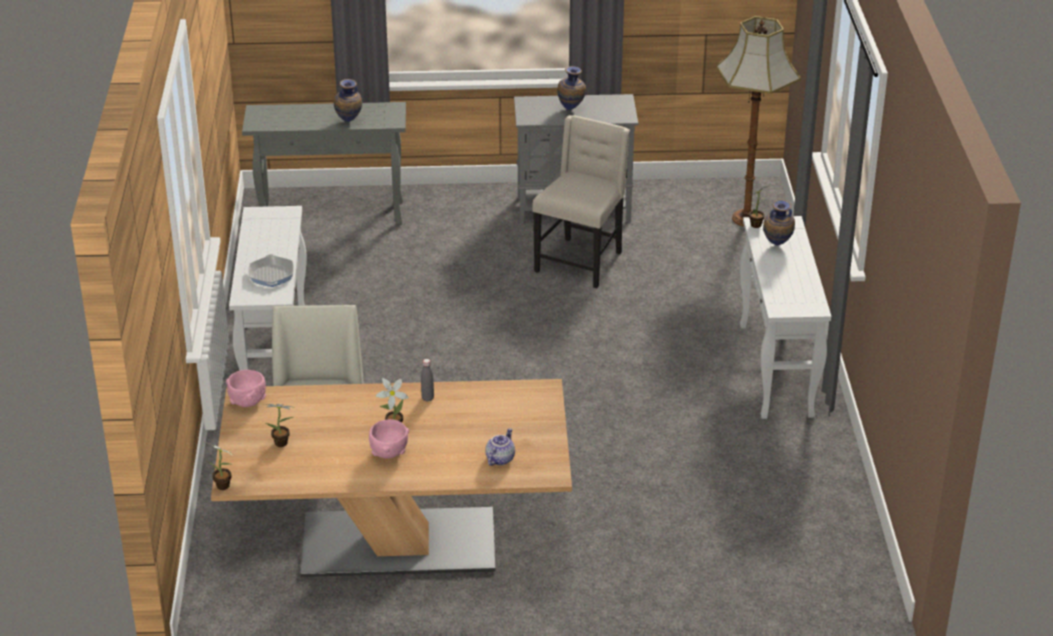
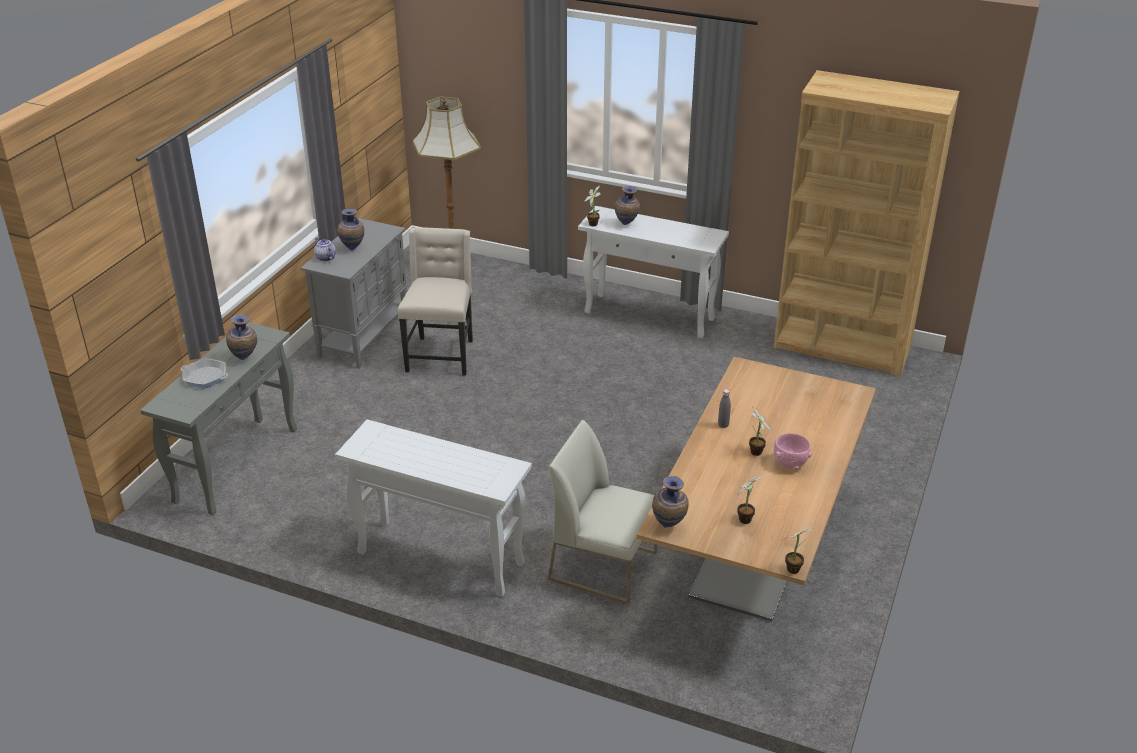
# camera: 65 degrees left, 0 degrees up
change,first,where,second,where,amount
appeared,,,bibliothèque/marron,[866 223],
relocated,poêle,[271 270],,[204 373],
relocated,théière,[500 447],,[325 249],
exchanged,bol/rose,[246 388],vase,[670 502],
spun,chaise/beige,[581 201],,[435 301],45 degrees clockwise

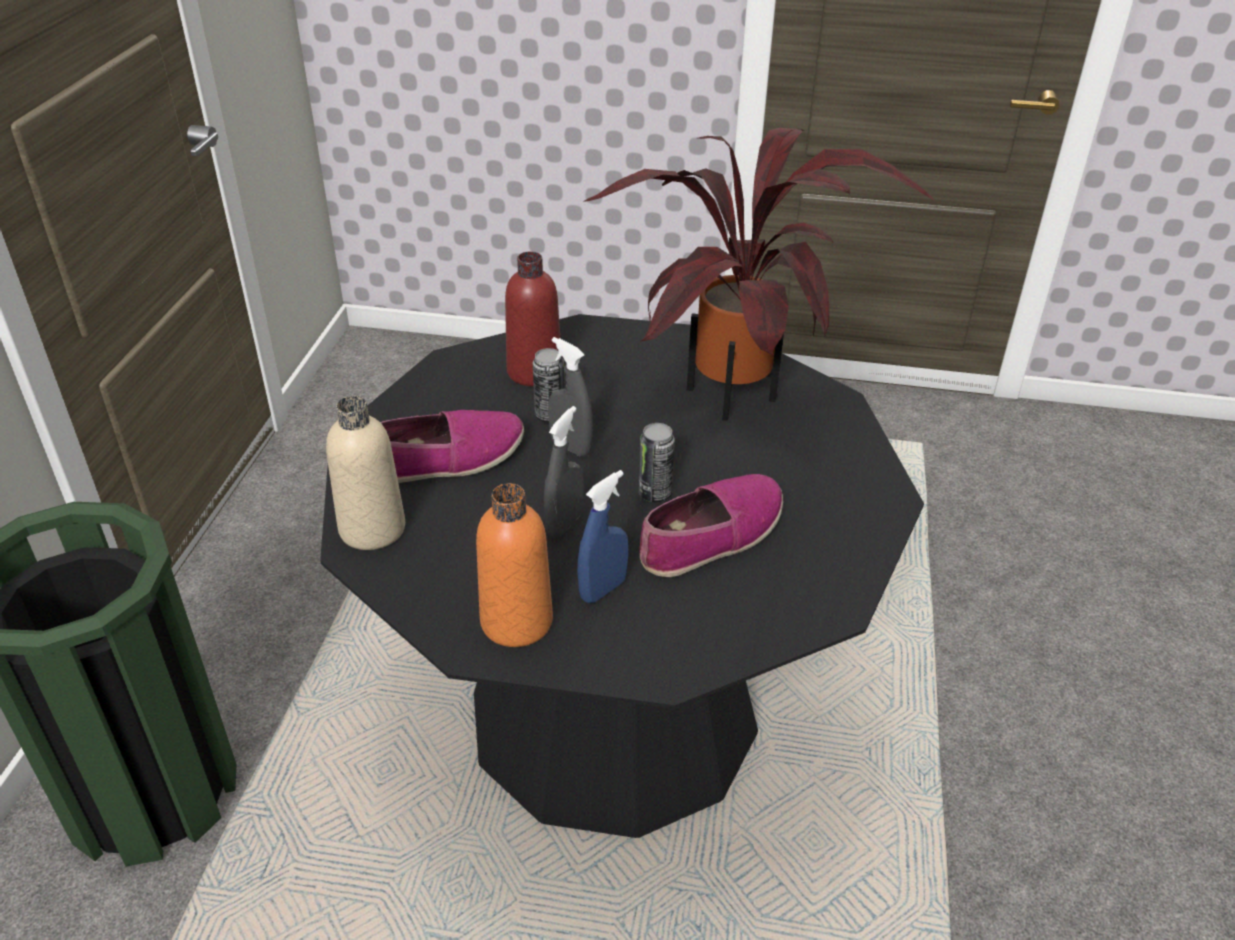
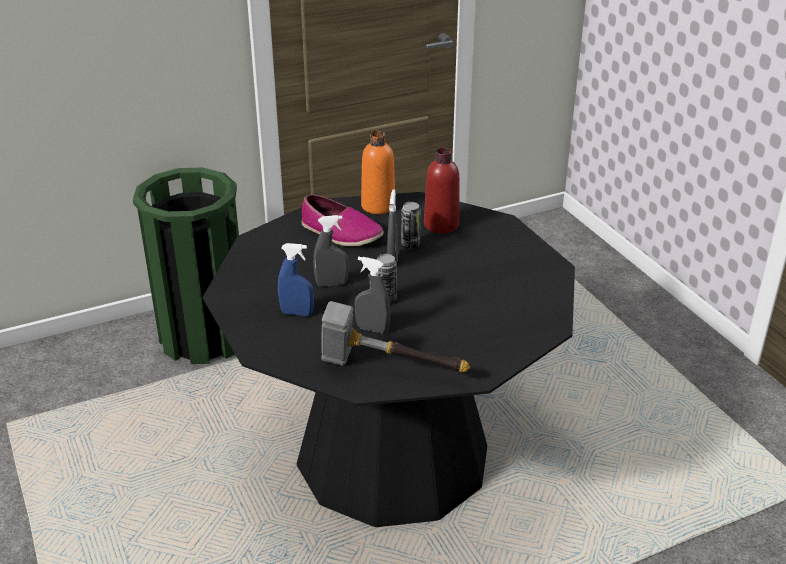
# camera: 55 degrees right, 5 degrees down
change,first,where,second,where,amount
missing,bouteille/beige,[365 473],,,
missing,plante en pot,[759 274],,,
appeared,,,marteau,[395 336],
relocated,bouteille/orange,[514 565],,[378 172],
exchanged,chaussure,[711 525],vaporisateur/gris,[372 295],

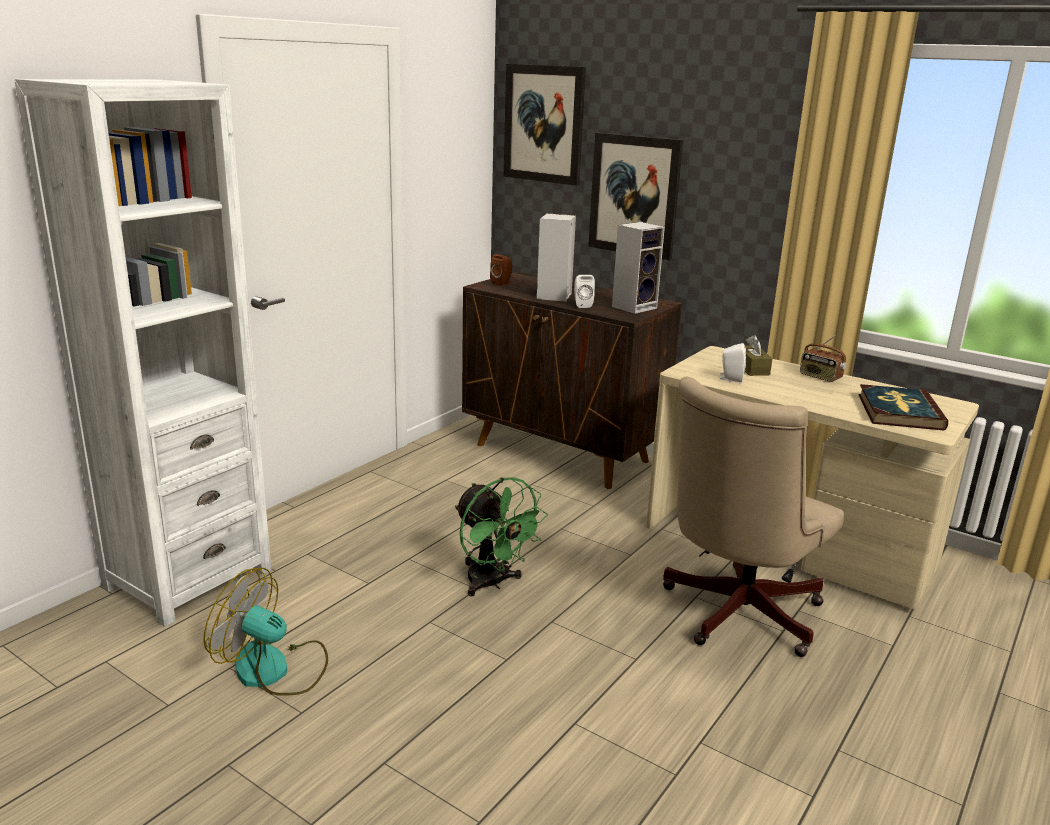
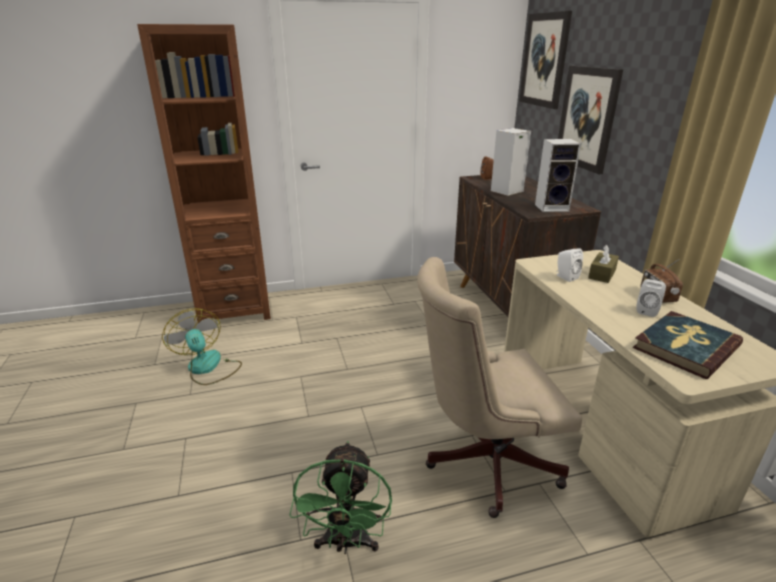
# camera: 40 degrees right, 5 degrees up
change,first,where,second,where,amount
relocated,ventilateur/vert,[501 537],,[340 497],
relocated,enceinte/blanc,[584 291],,[651 298],
colour,bibliothèque/blanc,[142 353],bibliothèque/marron,[204 173],

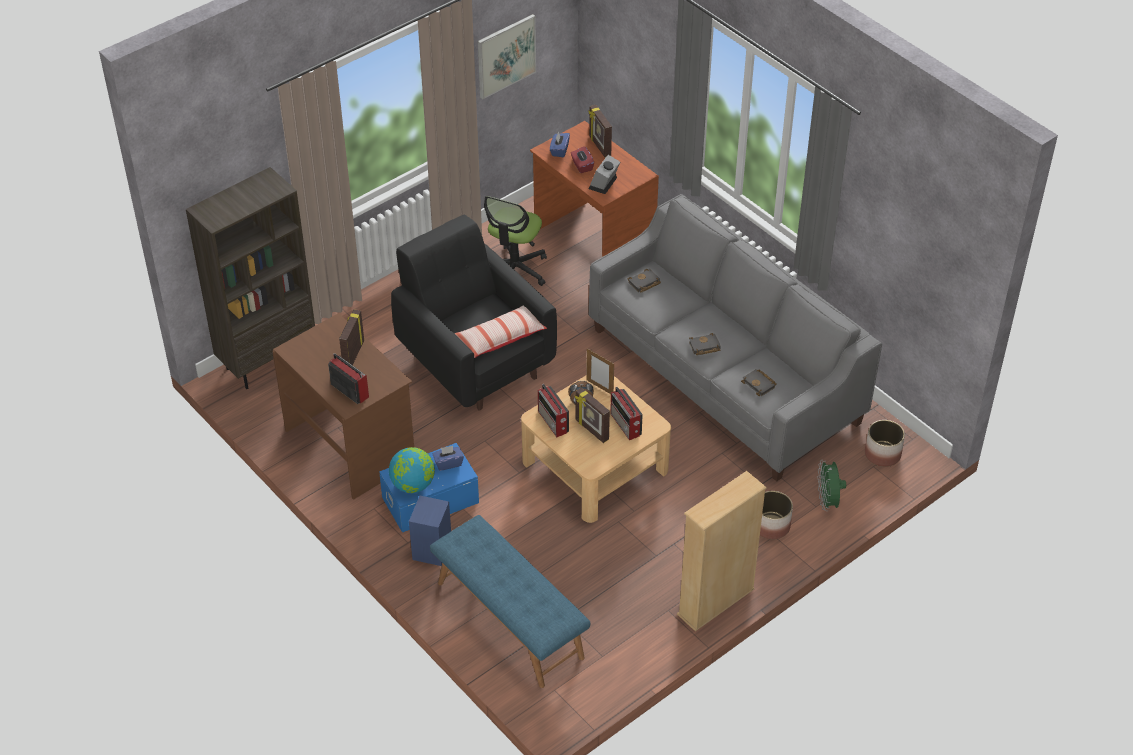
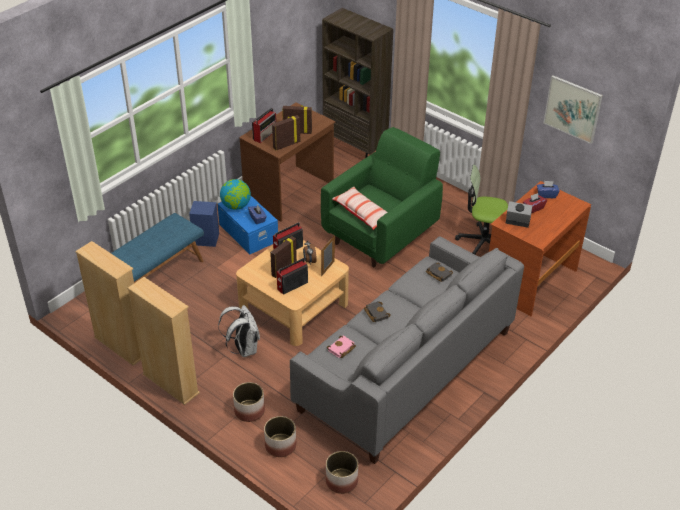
# camera: 80 degrees right, 5 degrees down
change,first,where,second,where,amount
appeared,,,bibliothèque/beige,[108 303],
appeared,,,sac à dos/blanc,[239 331],
relocated,cadre photo,[600 131],,[286 132],
exchanged,ventilateur/vert,[831 485],cache-pot,[280 436],
colour,fauteuil/noir,[474 312],fauteuil/vert,[382 197],
colour,livre/noir,[759 382],livre/rose,[341 346],

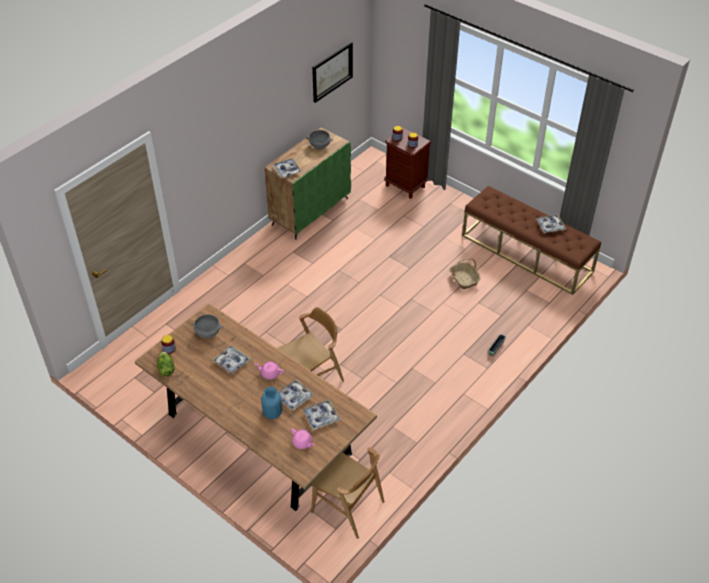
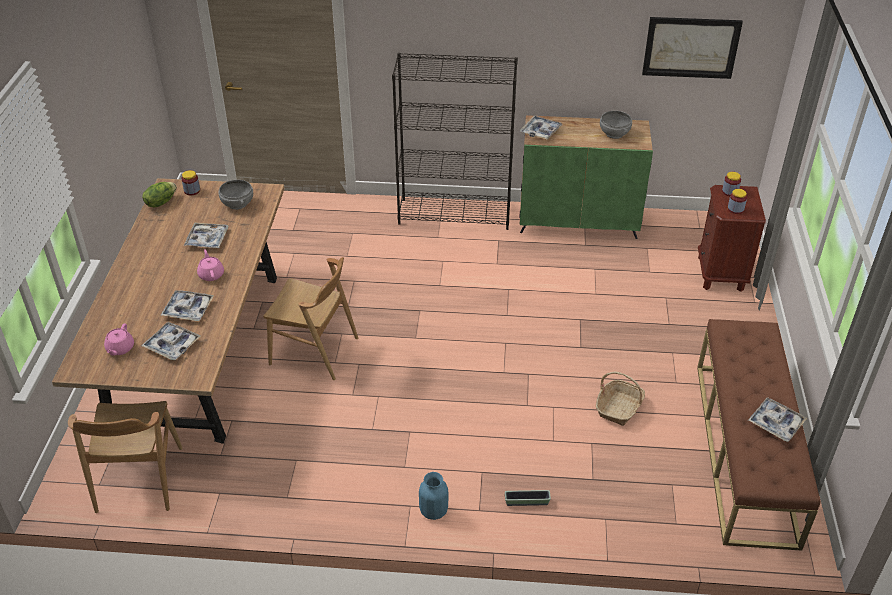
# camera: 55 degrees right, 5 degrees down
change,first,where,second,where,amount
appeared,,,bibliothèque/noir,[455 141],
relocated,vase/bleu,[271 403],,[433 496],

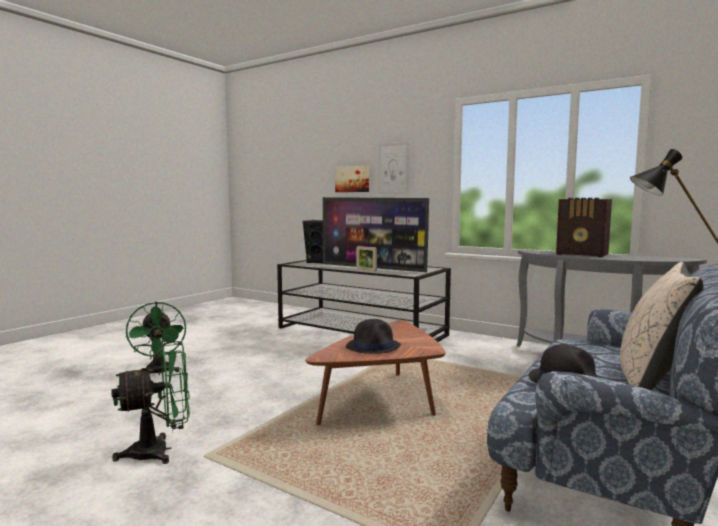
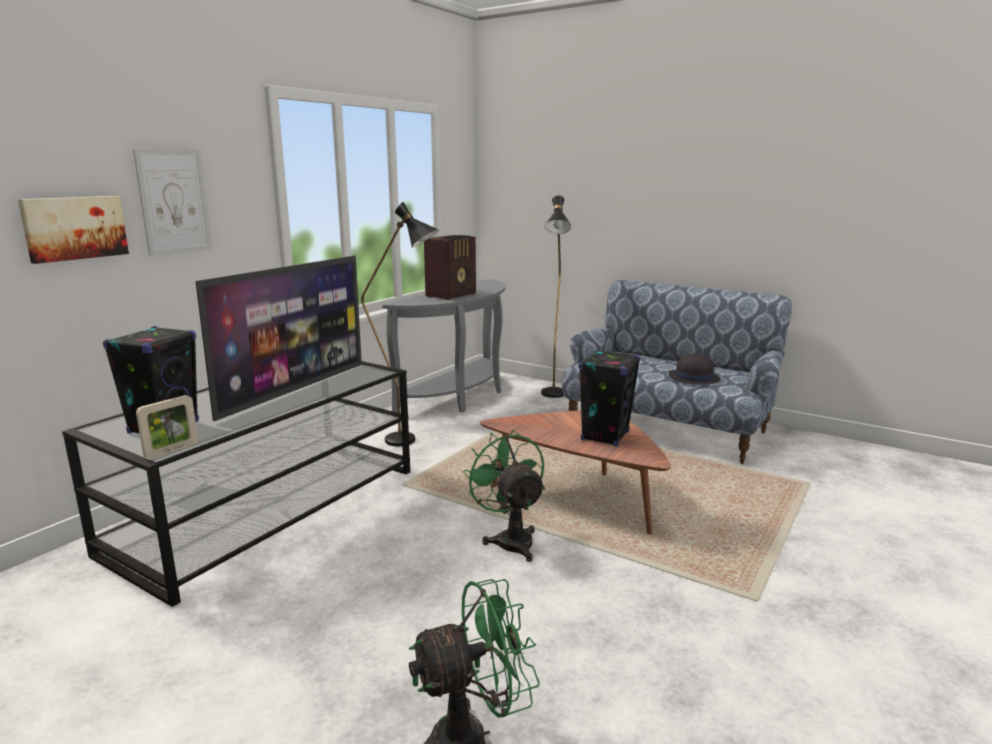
# camera: 90 degrees left, 10 degrees up
change,first,where,second,where,amount
missing,coussin/beige,[661 326],,,
appeared,,,lampadaire/noir,[400 324],
relocated,ventilateur/vert,[150 404],,[504 496],
relocated,cadre photo,[366 259],,[167 427],
exchanged,chapeau/noir,[373 336],enceinte/noir,[609 397],

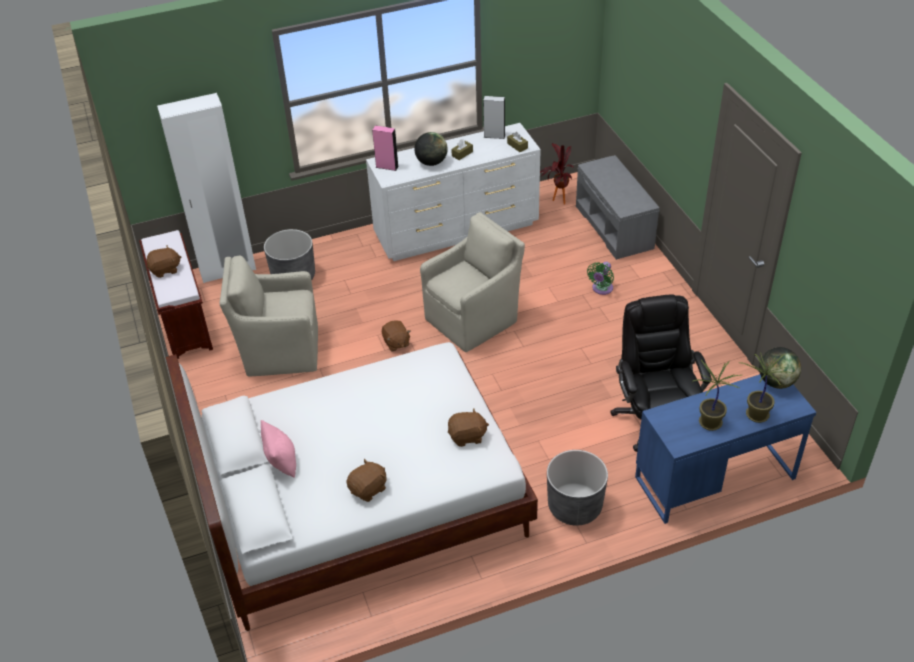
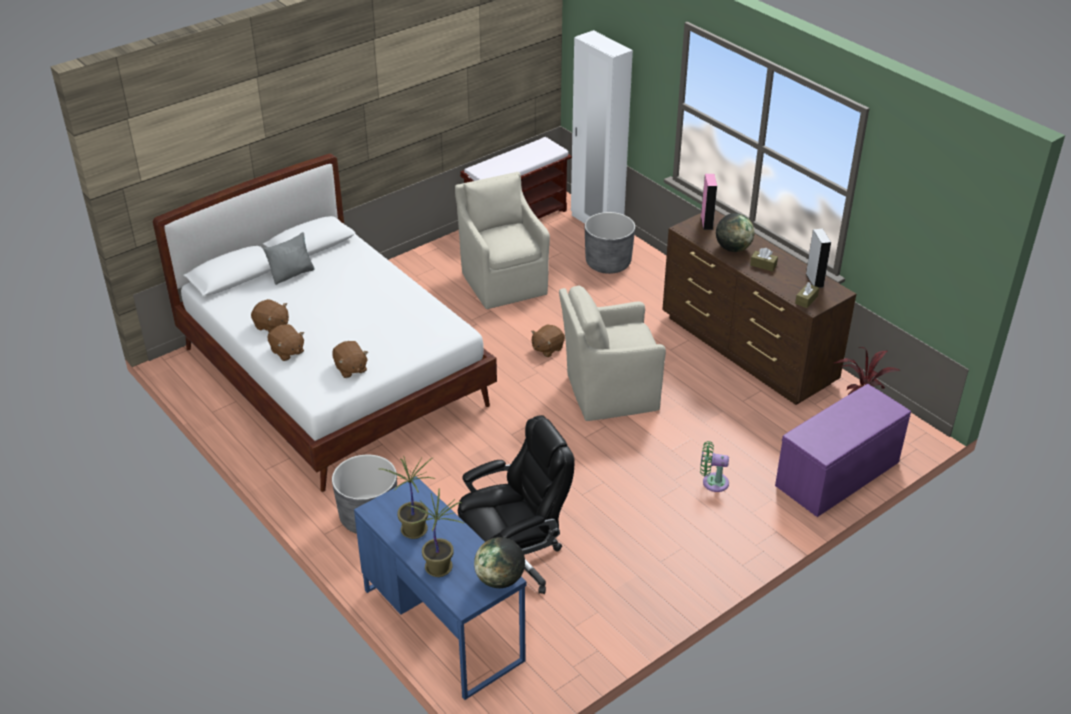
# camera: 70 degrees right, 5 degrees down
change,first,where,second,where,amount
relocated,peluche/marron,[164 261],,[286 342],
colour,coussin/rose,[278 449],coussin/gris,[289 258],
colour,commode/blanc,[453 192],commode/marron,[759 307],
colour,banc/gris,[617 207],banc/violet,[843 450],
spun,fauteuil/beige,[472 282],,[612 353],135 degrees clockwise

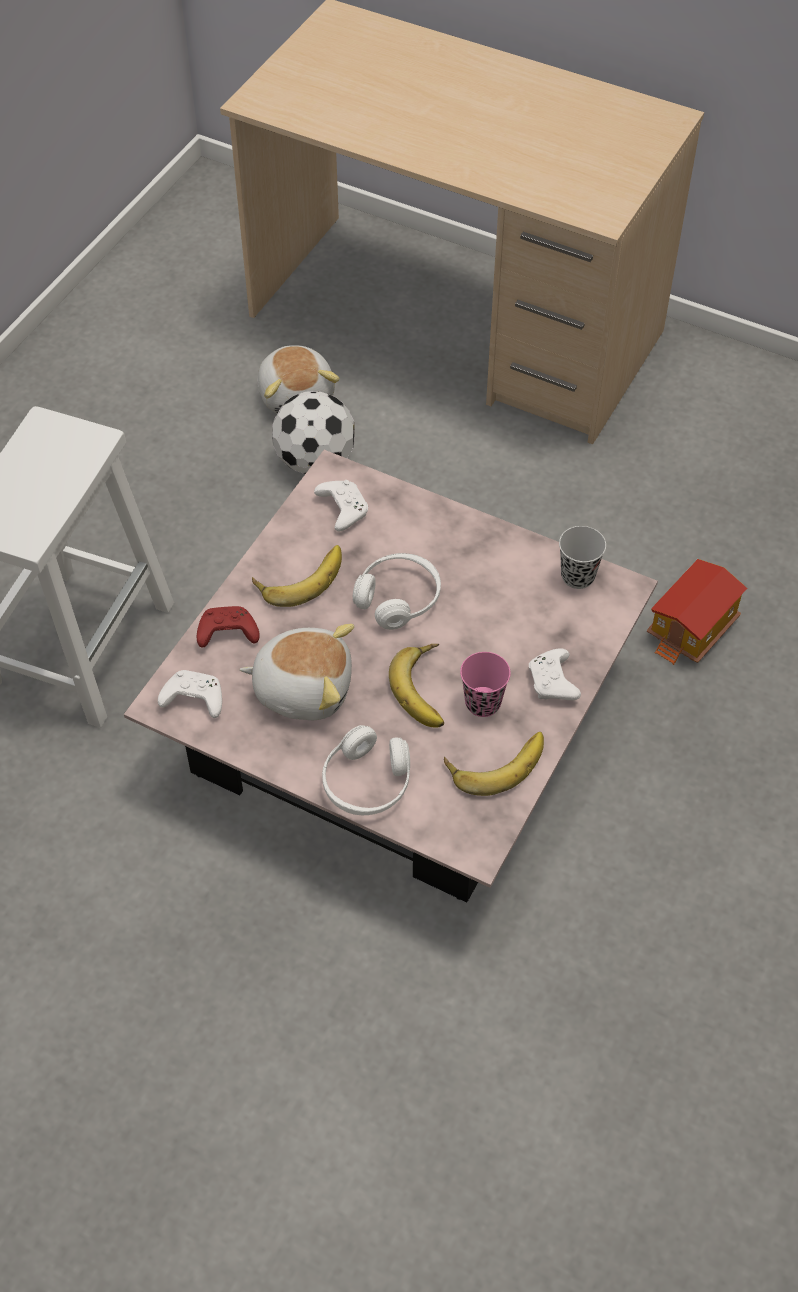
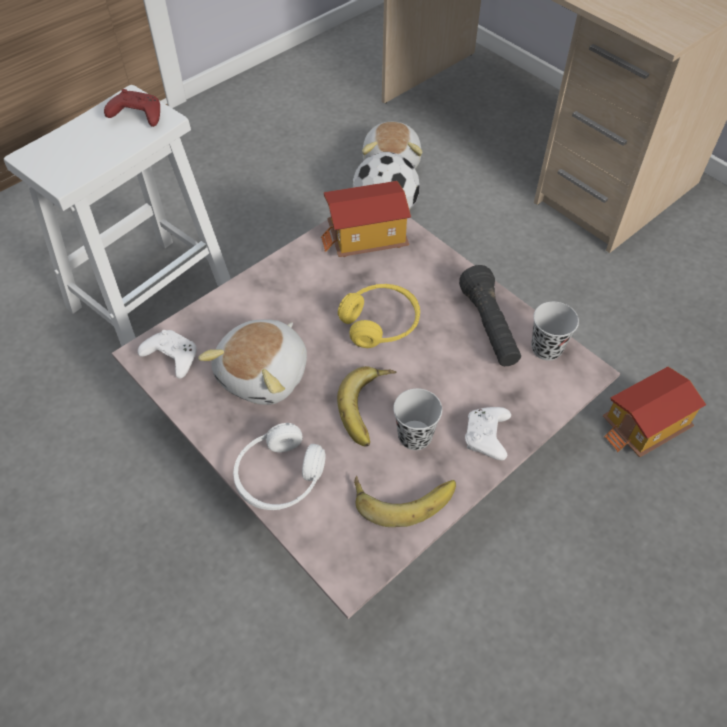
# camera: 20 degrees right, 0 degrees up
change,first,where,second,where,amount
missing,banane,[297 576],,,
appeared,,,lampe de poche/noir,[490 315],
relocated,manette/rouge,[228 627],,[132 108],
exchanged,manette/blanc,[341 505],maison miniature,[366 219],
colour,casque audio/blanc,[397 591],casque audio/jaune,[379 316],
colour,tasse/rose,[485 684],tasse/noir,[417 419],
spun,peluche,[297 672],,[252 362],90 degrees clockwise

